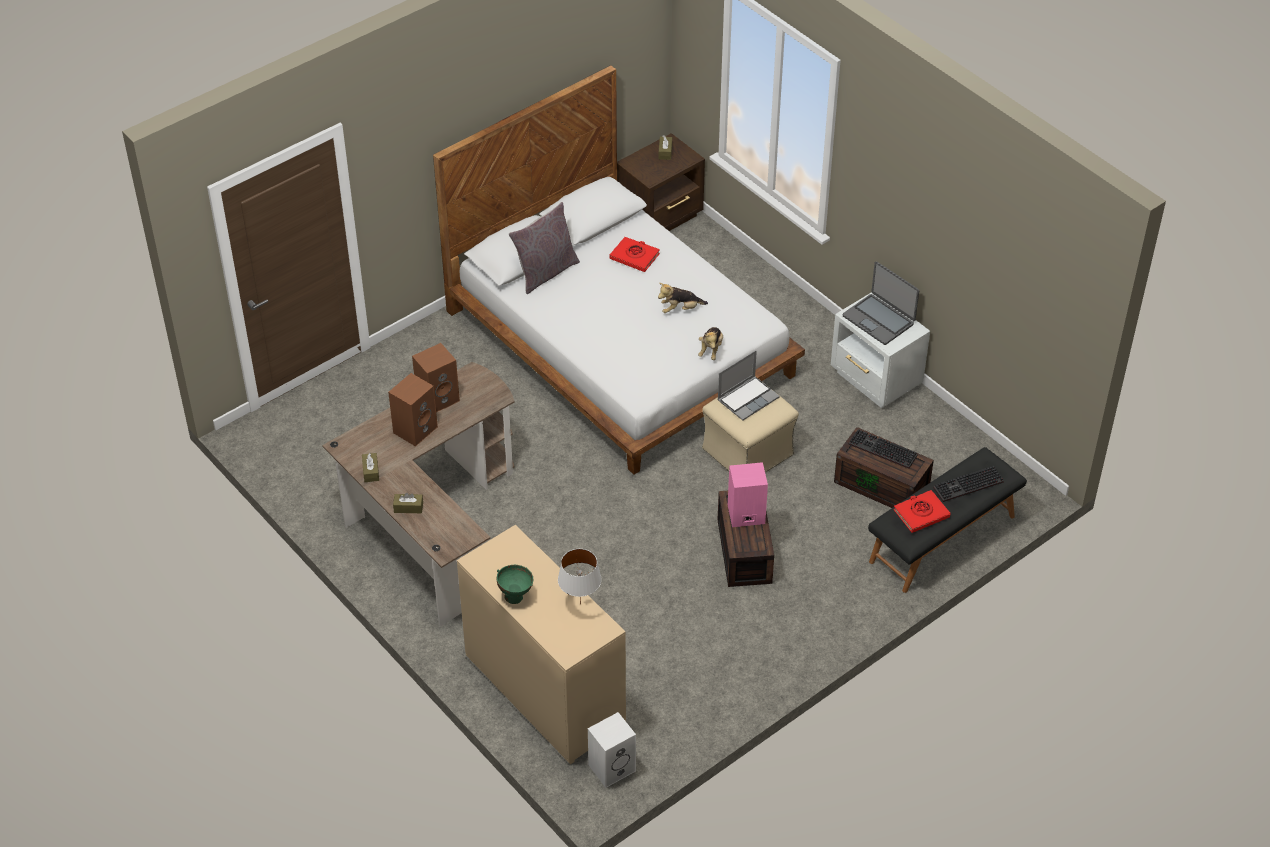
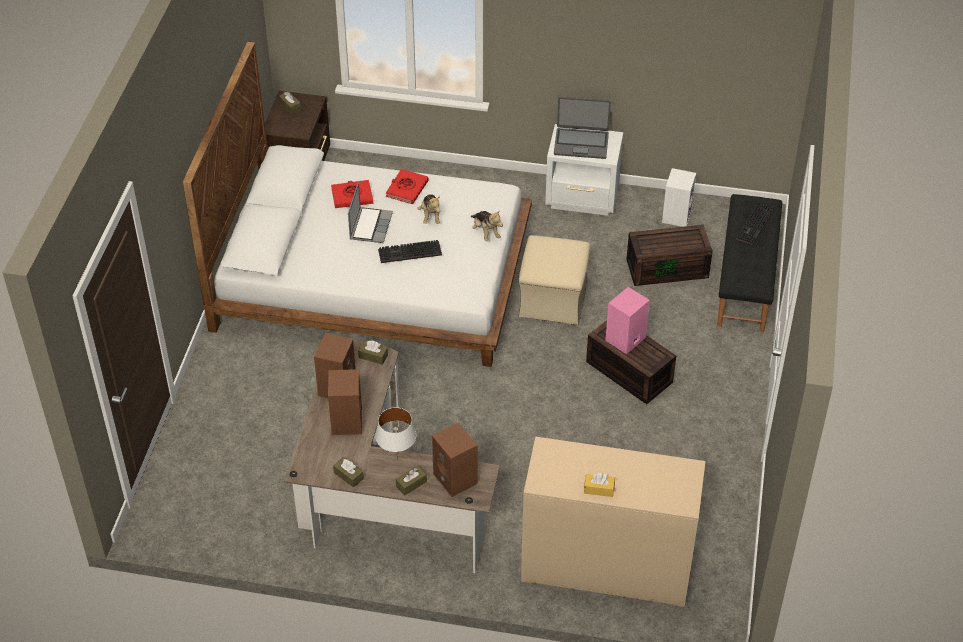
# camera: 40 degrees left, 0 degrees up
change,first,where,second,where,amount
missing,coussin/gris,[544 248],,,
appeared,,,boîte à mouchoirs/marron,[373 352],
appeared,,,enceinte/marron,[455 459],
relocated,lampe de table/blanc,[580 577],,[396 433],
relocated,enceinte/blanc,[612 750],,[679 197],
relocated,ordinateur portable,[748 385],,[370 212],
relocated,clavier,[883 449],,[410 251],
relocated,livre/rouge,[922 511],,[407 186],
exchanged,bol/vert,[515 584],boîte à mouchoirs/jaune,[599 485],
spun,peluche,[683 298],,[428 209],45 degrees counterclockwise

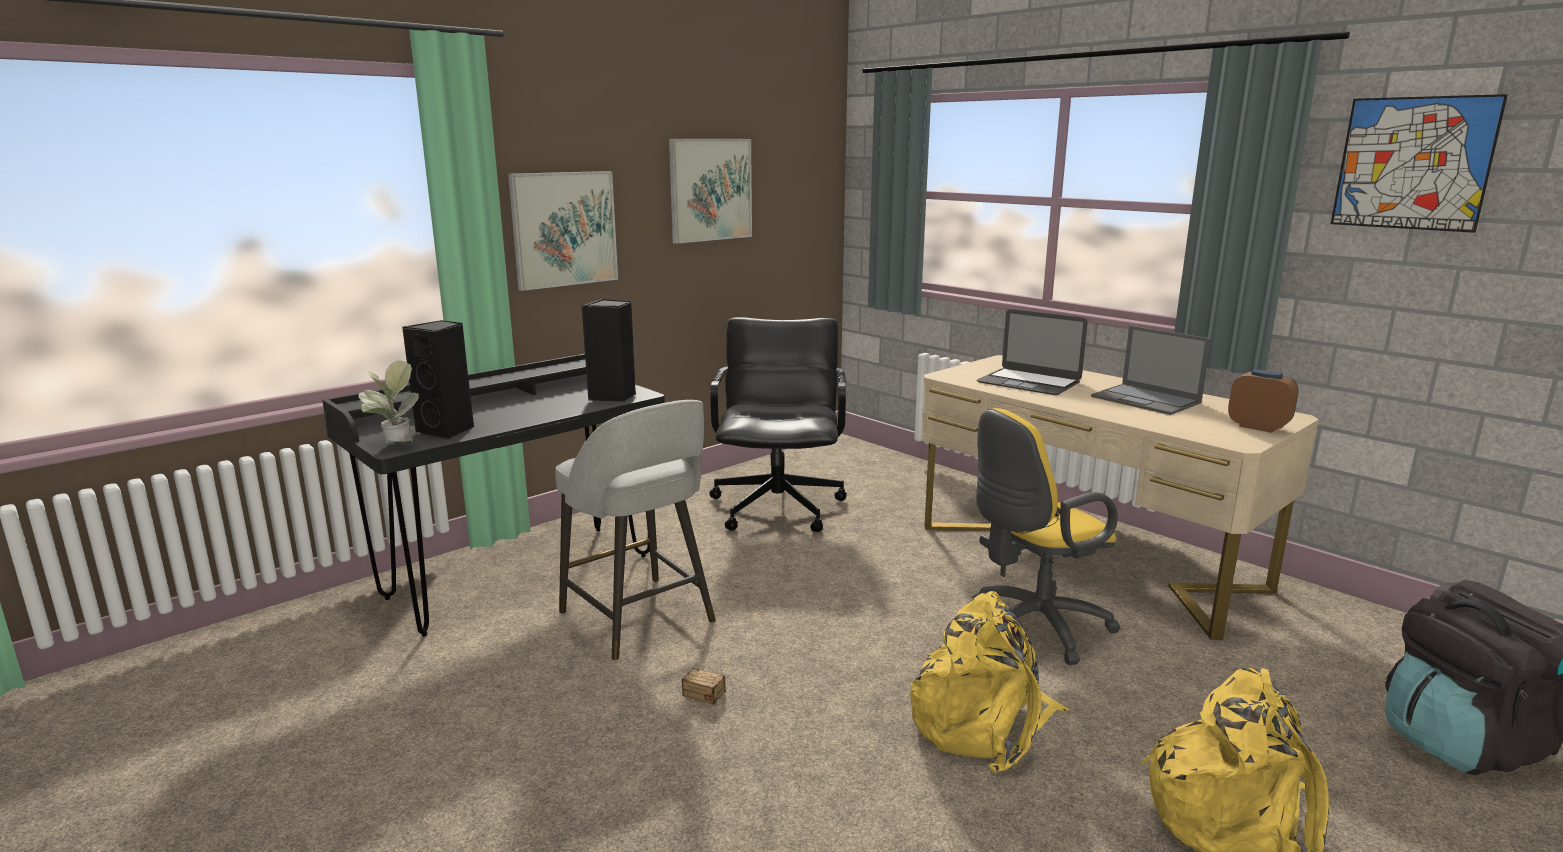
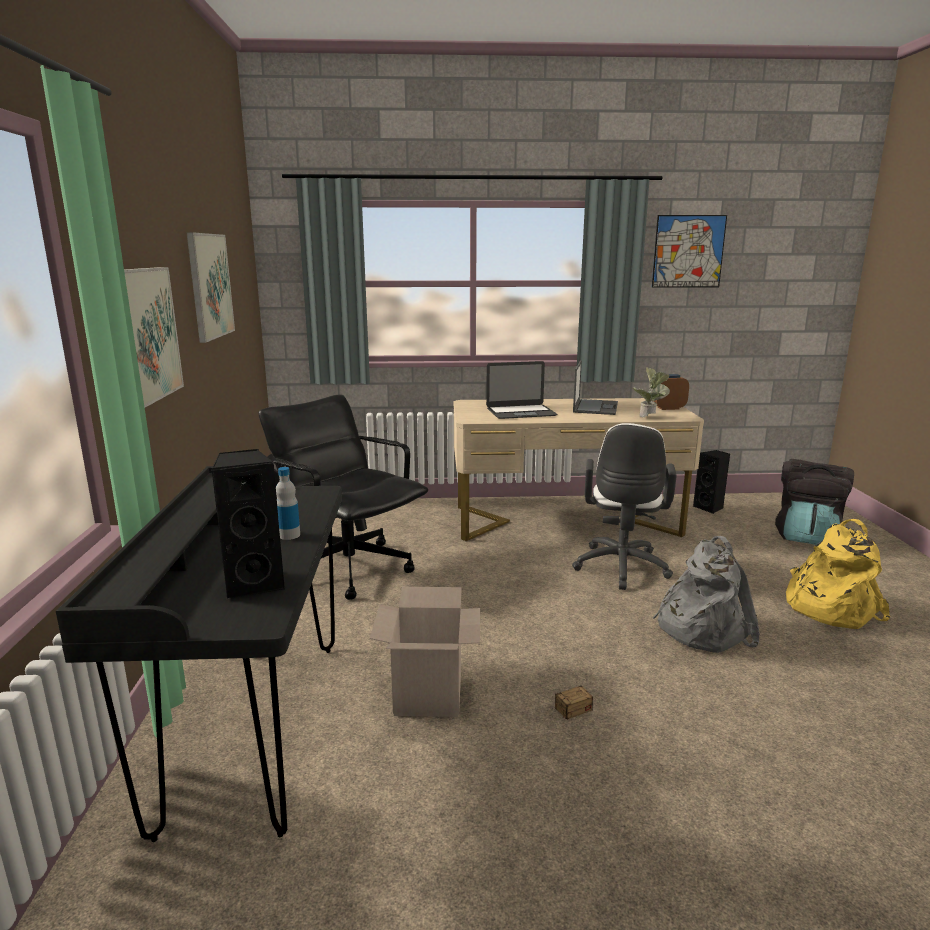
# camera: 50 degrees left, 0 degrees up
change,first,where,second,where,amount
appeared,,,bouteille,[288 503],
relocated,plante en pot,[388 402],,[651 392],
relocated,enceinte/noir,[609 350],,[711 482],
exchanged,tabouret/gris,[635 530],carton,[425 652],
colour,sac à dos/jaune,[989 682],sac à dos/gris,[706 594],
colour,chaise de bureau/jaune,[1046 536],chaise de bureau/blanc,[624 506],
spun,ordinateur portable,[1151 370],,[595 387],75 degrees counterclockwise

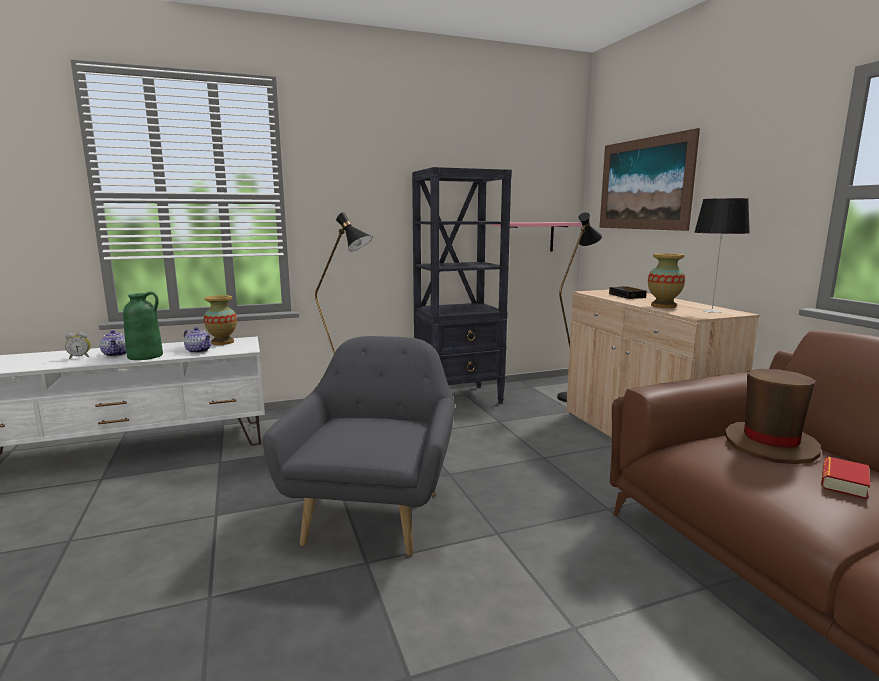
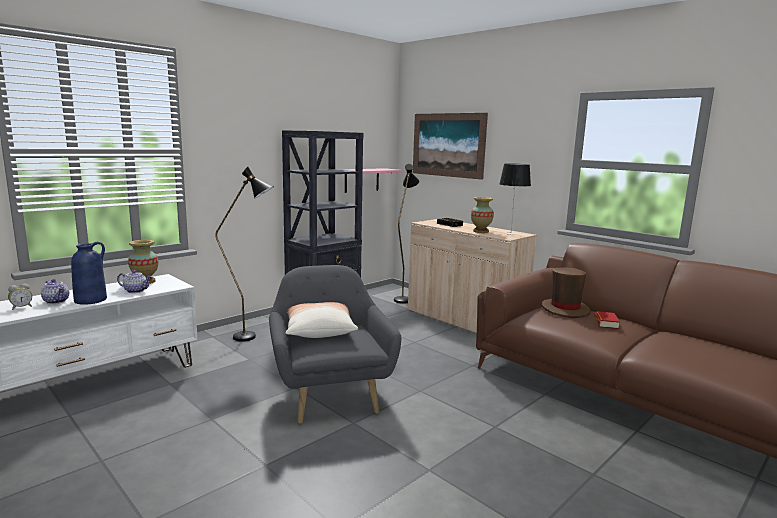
# camera: 25 degrees left, 0 degrees up
change,first,where,second,where,amount
appeared,,,coussin,[322 320],
colour,vase/vert,[143 326],vase/bleu,[89 273],

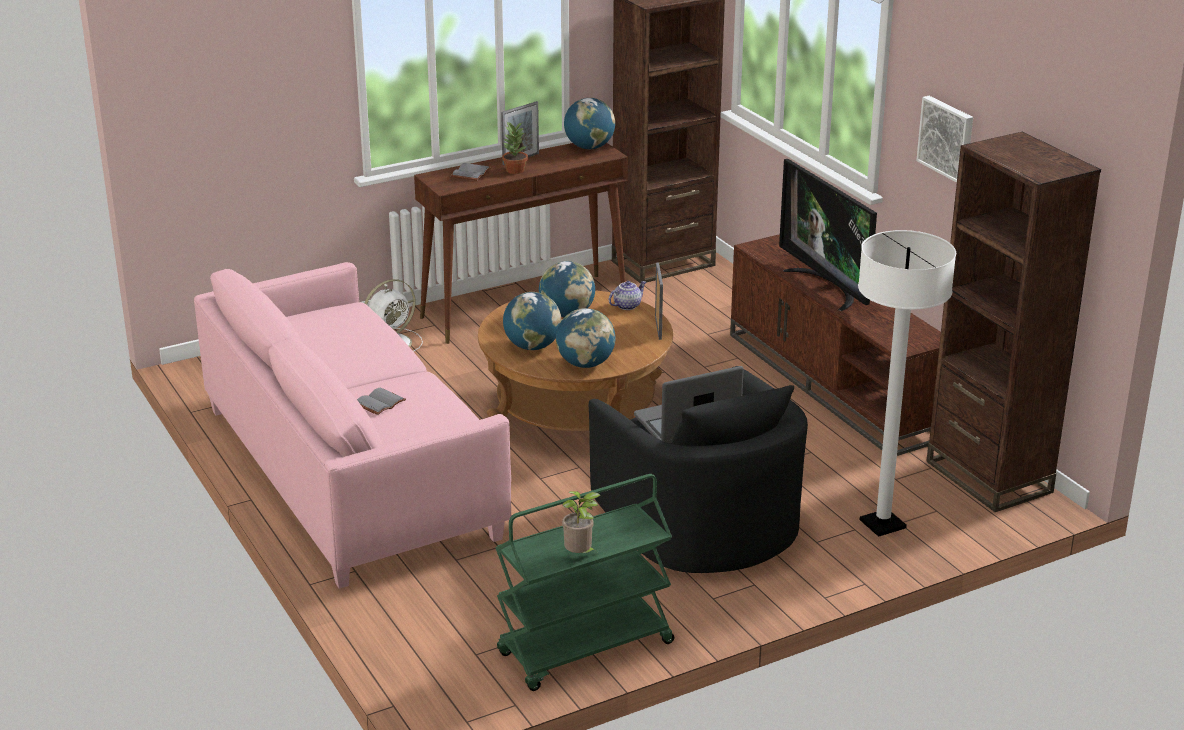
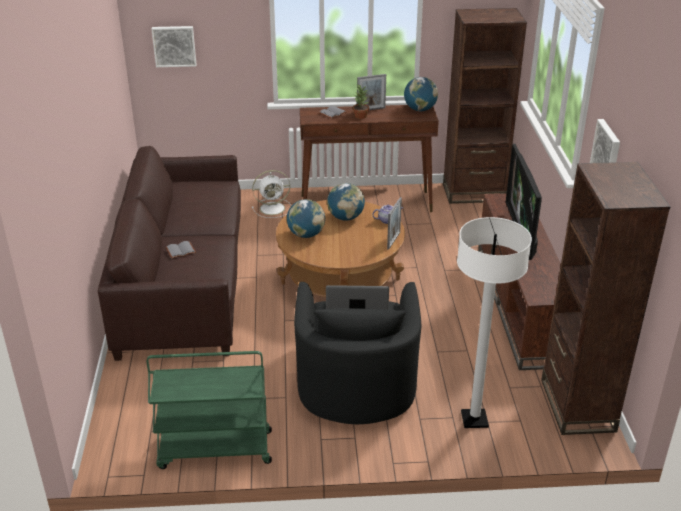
# camera: 25 degrees right, 5 degrees up
change,first,where,second,where,amount
missing,globe,[585 338],,,
missing,plante en pot,[581 522],,,
appeared,,,tableau,[174 46],
colour,canapé/rose,[352 425],canapé/marron,[169 253],

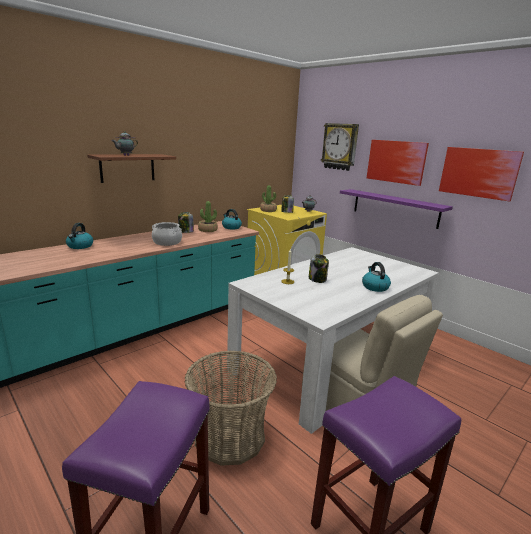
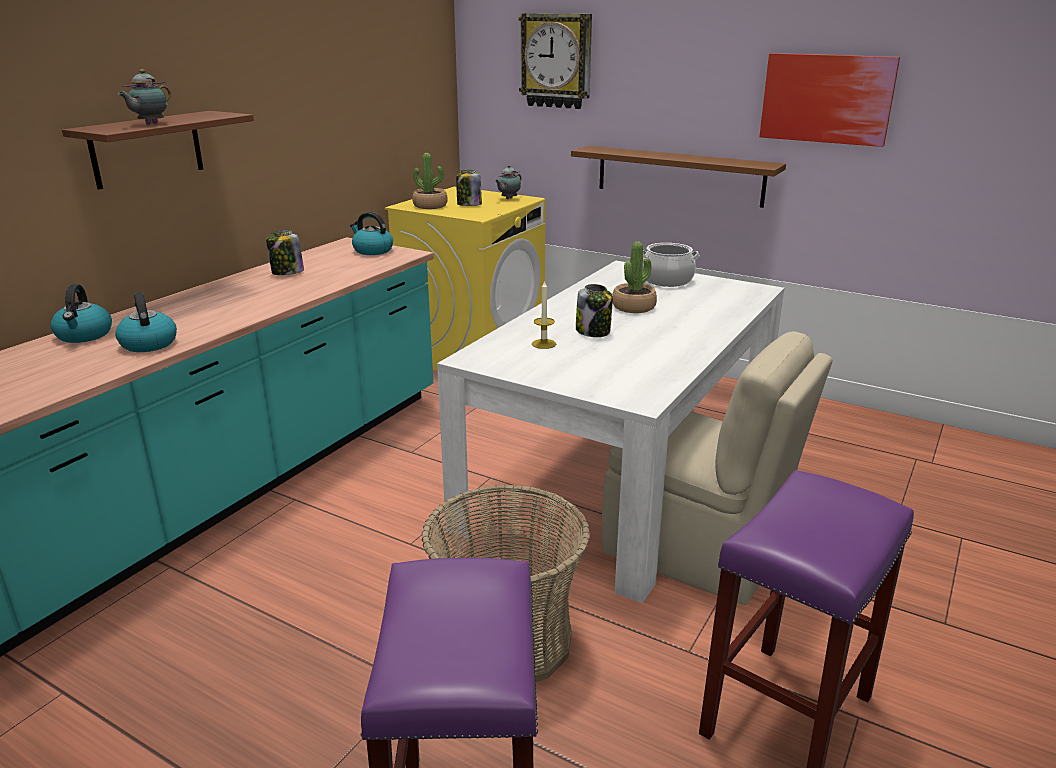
# camera: 15 degrees left, 5 degrees up
change,first,where,second,where,amount
missing,tableau,[398 163],,,
relocated,marmite,[167 234],,[671 265],
relocated,plante en pot,[208 216],,[634 277],
relocated,bouilloire,[376 277],,[146 322],
colour,étagère/violet,[396 209],étagère/marron,[678 177],

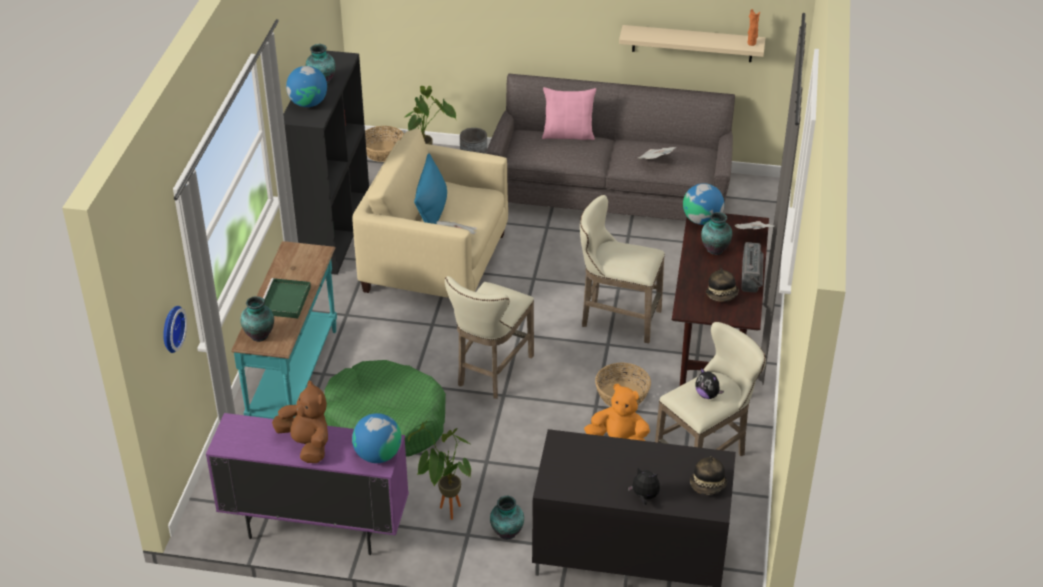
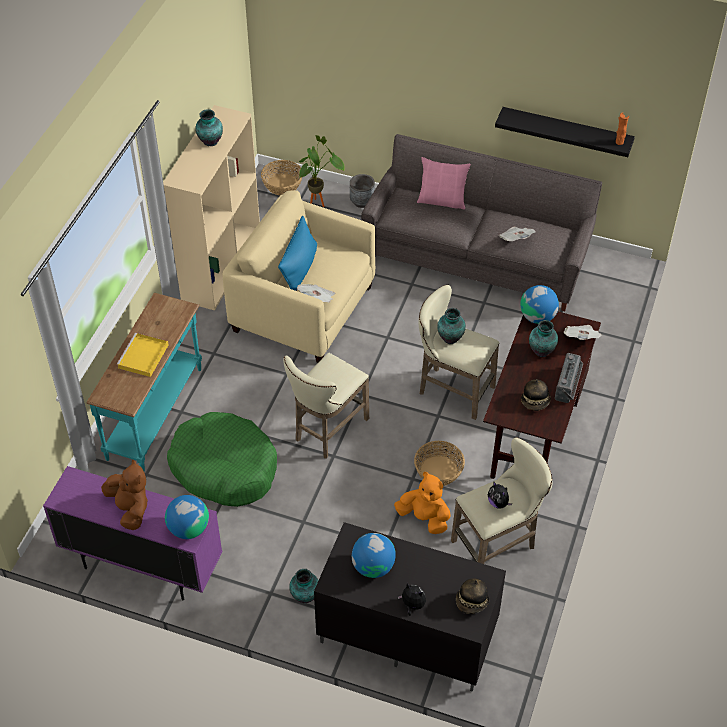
# camera: 10 degrees right, 10 degrees up
change,first,where,second,where,amount
missing,horloge murale,[175 329],,,
missing,plante en pot,[440 469],,,
relocated,vase,[257 319],,[451 326],
relocated,globe,[306 86],,[374 555],
colour,plateau/vert,[287 298],plateau/jaune,[142 355],
colour,bibliothèque/noir,[326 163],bibliothèque/beige,[211 208],
colour,étagère/beige,[692 43],étagère/noir,[565 132],

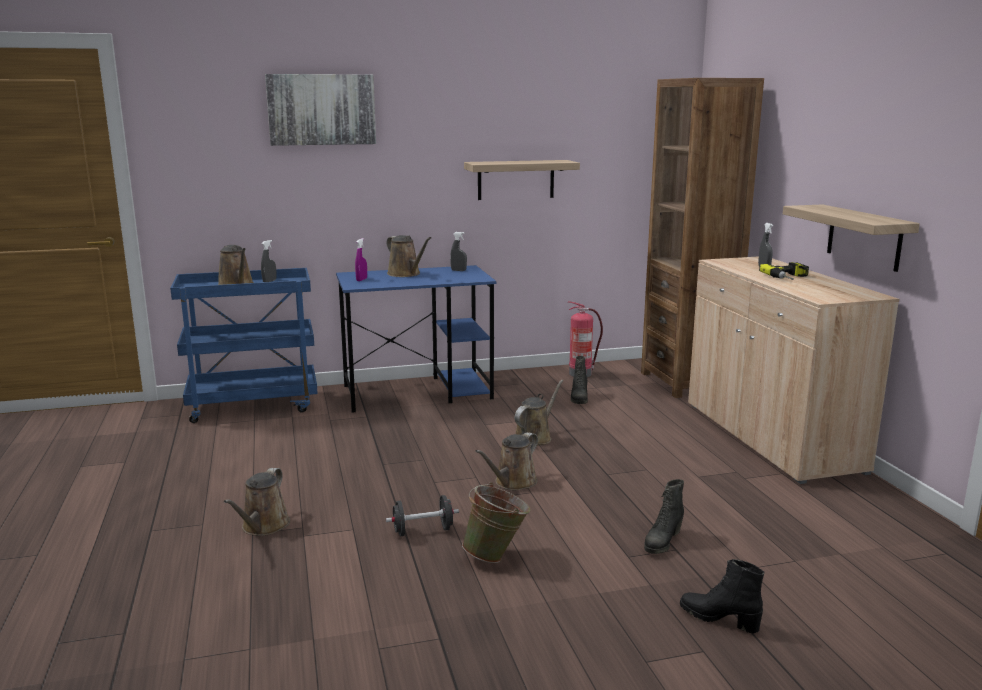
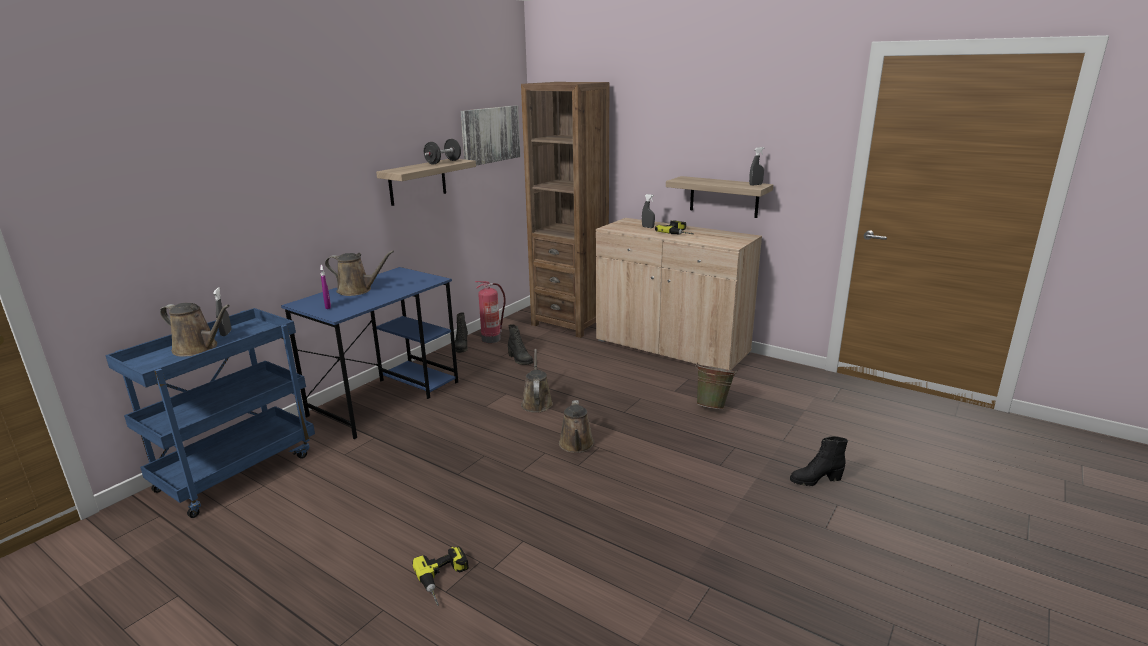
# camera: 40 degrees left, 5 degrees up
change,first,where,second,where,amount
relocated,tableau,[320 110],,[490 135],
relocated,haltère/noir,[422 515],,[442 152],
relocated,vaporisateur/gris,[458 251],,[757 166],
relocated,seau/vert,[496 522],,[716 385],
relocated,botte/noir,[664 516],,[461 333],
exchanged,arrosoir/marron,[256 502],perceuse,[440 575],

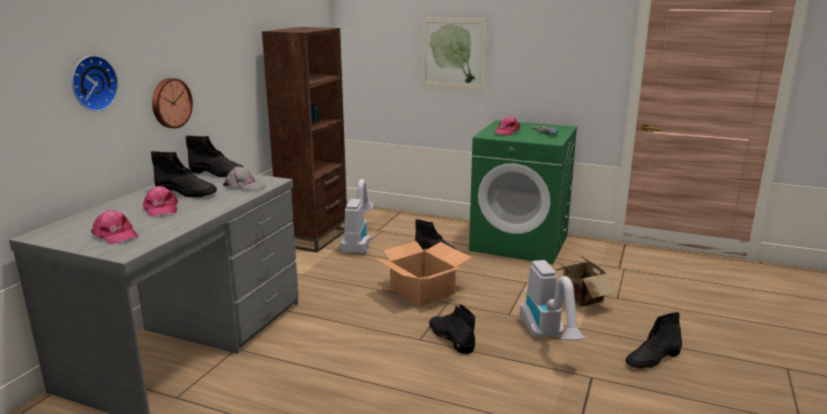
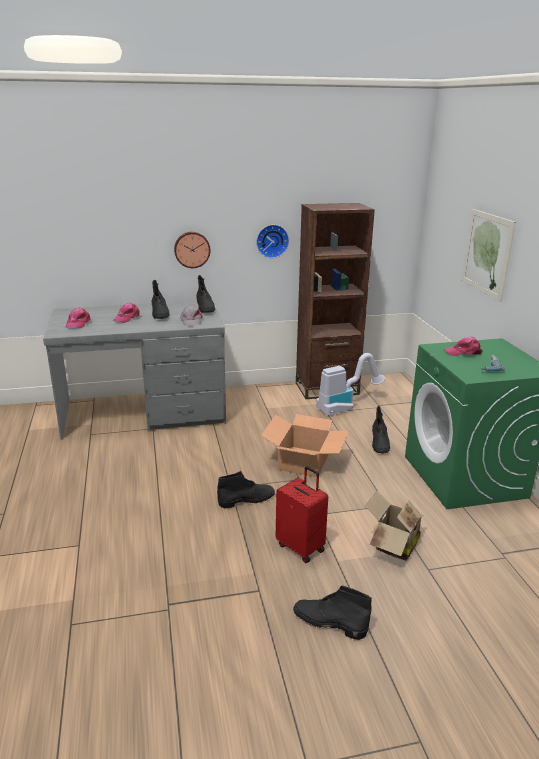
# camera: 55 degrees right, 5 degrees up
change,first,where,second,where,amount
relocated,horloge murale,[95 83],,[272 241],
exchanged,aspirateur,[552 300],valise/rouge,[302 514],
spun,botte/noir,[452 329],,[246 489],45 degrees clockwise

